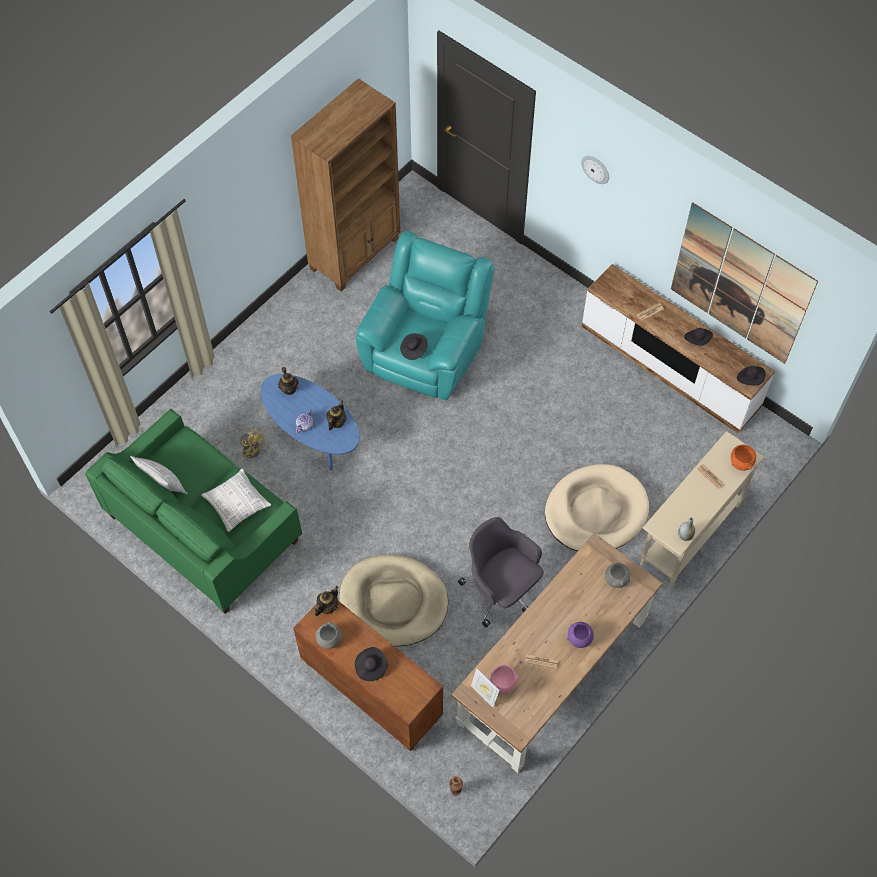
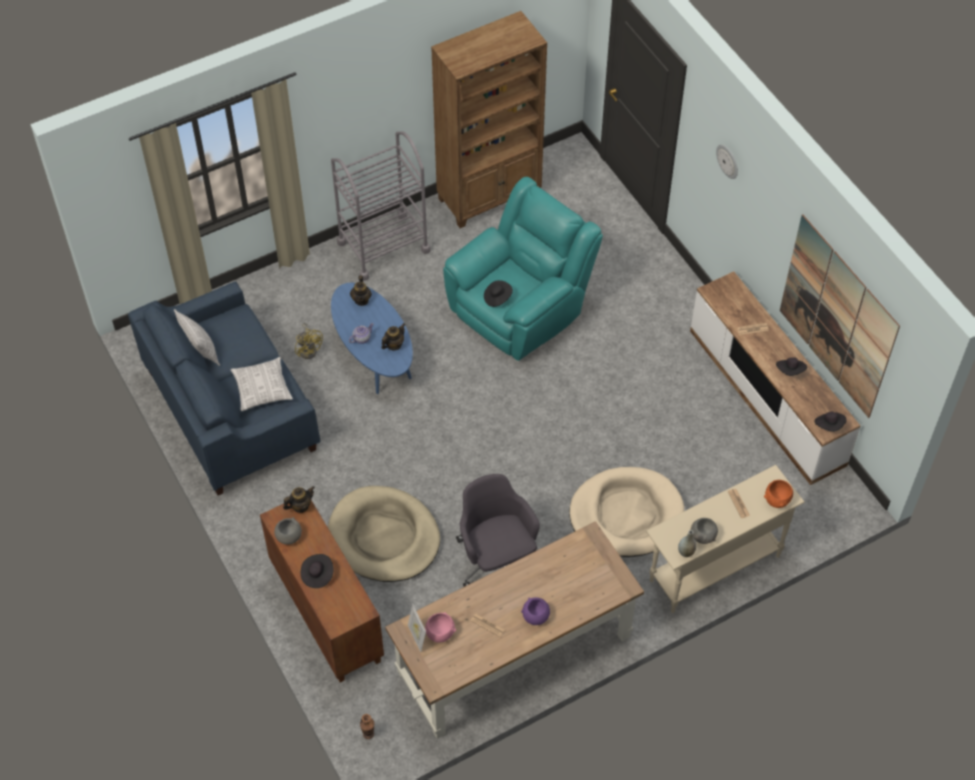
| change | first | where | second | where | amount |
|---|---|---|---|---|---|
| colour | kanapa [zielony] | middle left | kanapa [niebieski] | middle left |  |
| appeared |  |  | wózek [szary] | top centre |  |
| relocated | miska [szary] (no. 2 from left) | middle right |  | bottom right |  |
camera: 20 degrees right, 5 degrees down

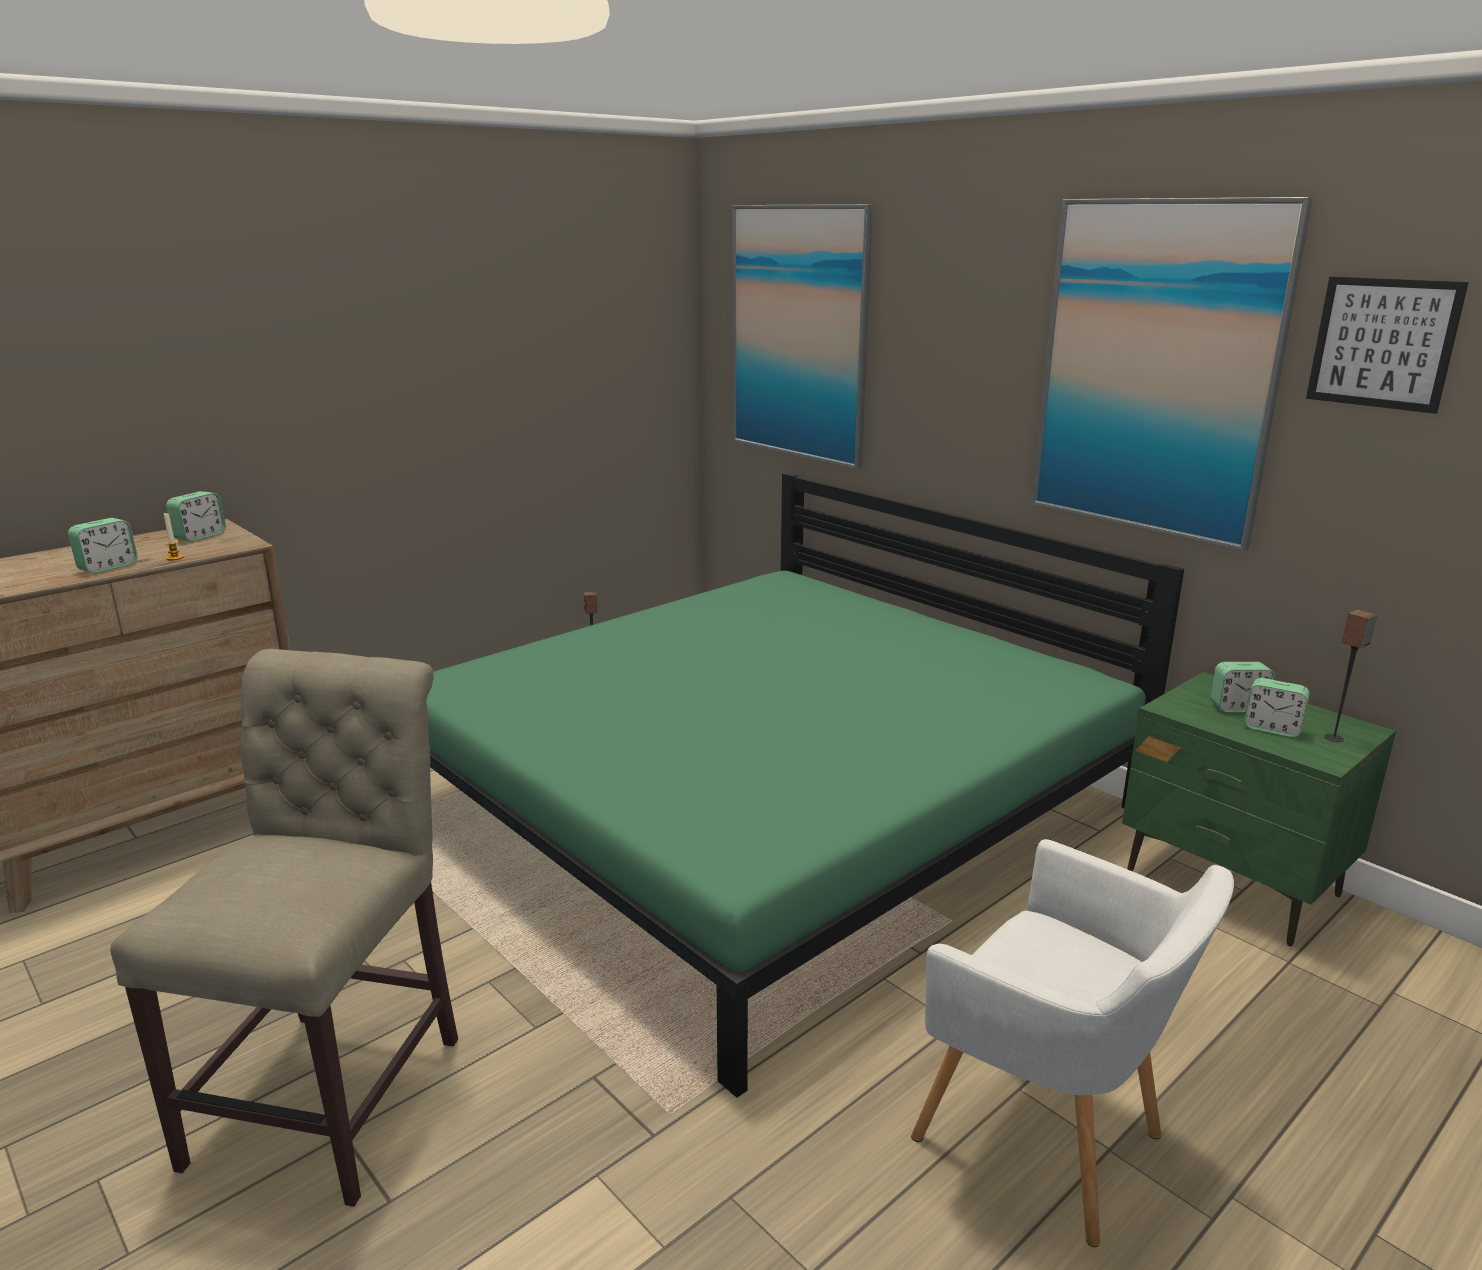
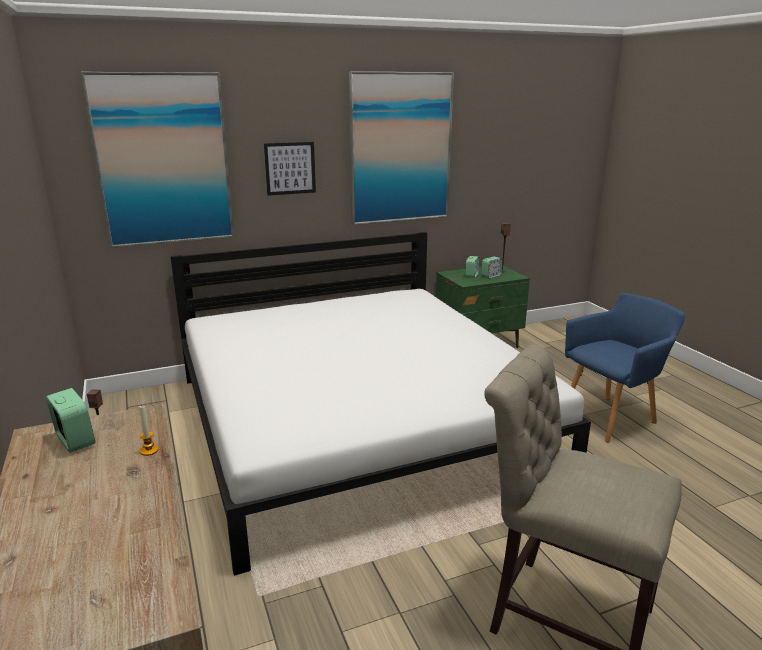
| change | first | where | second | where | amount |
|---|---|---|---|---|---|
| colour | łóżko [zielony] | centre | łóżko [biały] | centre |  |
| relocated | obraz (no. 3 from left in the first image) | top right | obraz (no. 2 from left) | top centre |  |
| colour | fotel [biały] | bottom right | fotel [niebieski] | middle right |  |
| missing | budzik (no. 1 from left) | middle left |  |  |  |
camera: 70 degrees left, 0 degrees up

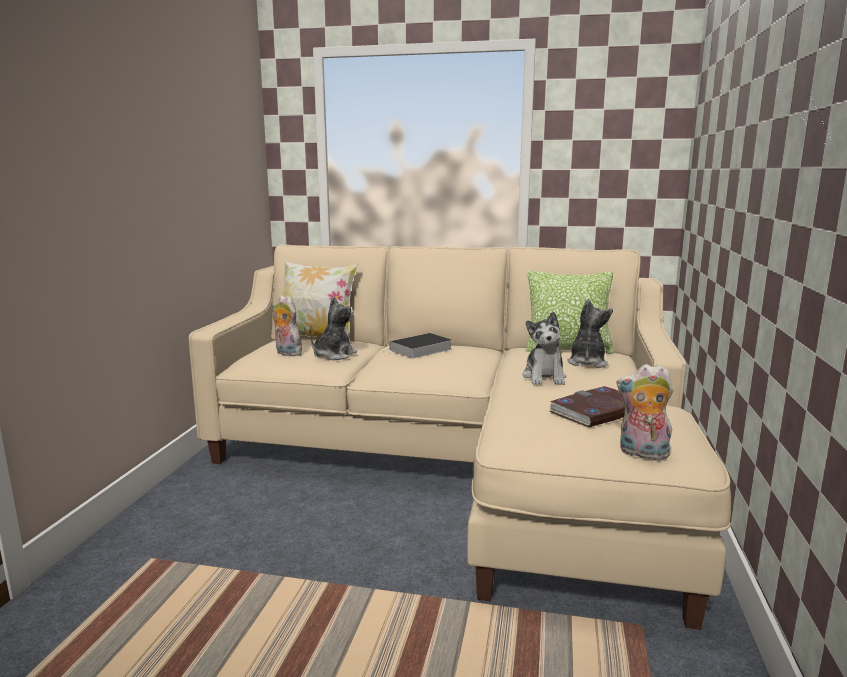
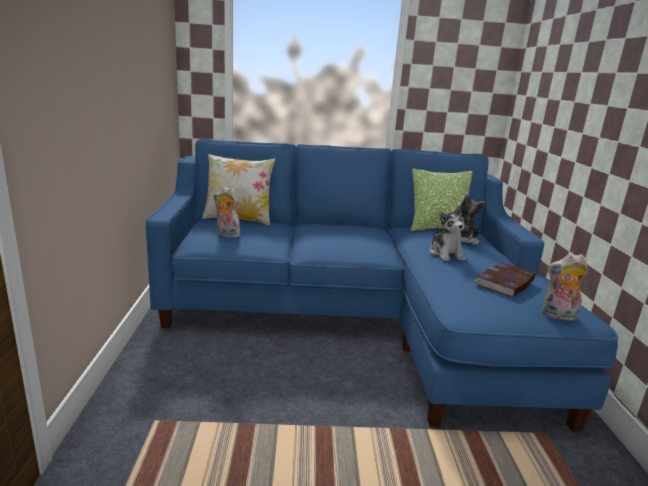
| change | first | where | second | where | amount |
|---|---|---|---|---|---|
| colour | kanapa [beżowy] | centre | kanapa [niebieski] | centre |  |
| missing | pluszak (no. 2 from left) | centre |  |  |  |
| missing | książka (no. 1 from left) | centre |  |  |  |
camera: 15 degrees left, 5 degrees up

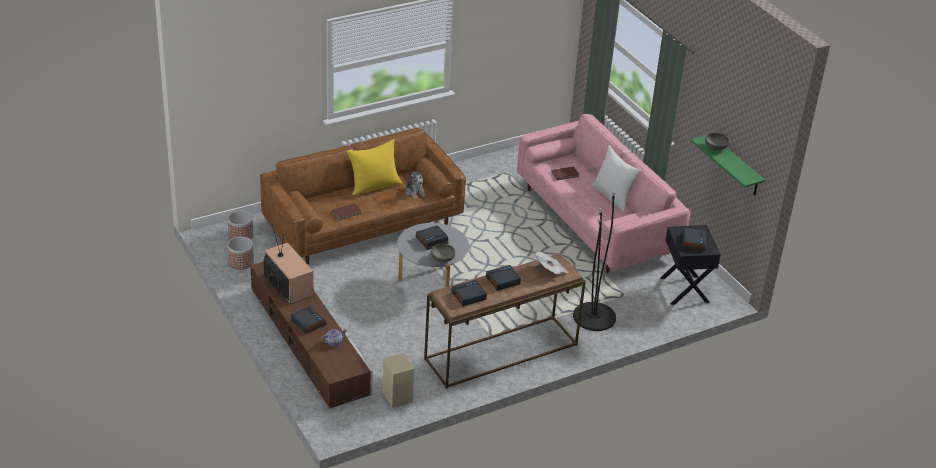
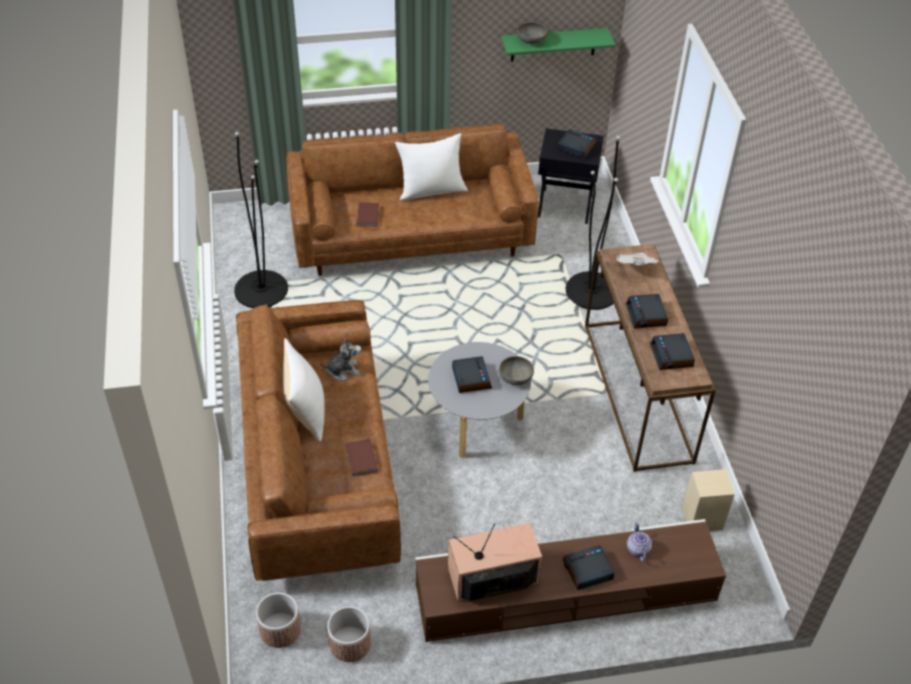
| change | first | where | second | where | amount |
|---|---|---|---|---|---|
| appeared |  |  | lampa stojąca [czarny] (no. 1 from left) | top left |  |
| colour | poduszka [żółty] | centre | poduszka [biały] (no. 1 from left) | centre |  |
| colour | kanapa [różowy] | centre | kanapa [brązowy] (no. 2 from left) | top centre |  |
camera: 70 degrees left, 10 degrees up

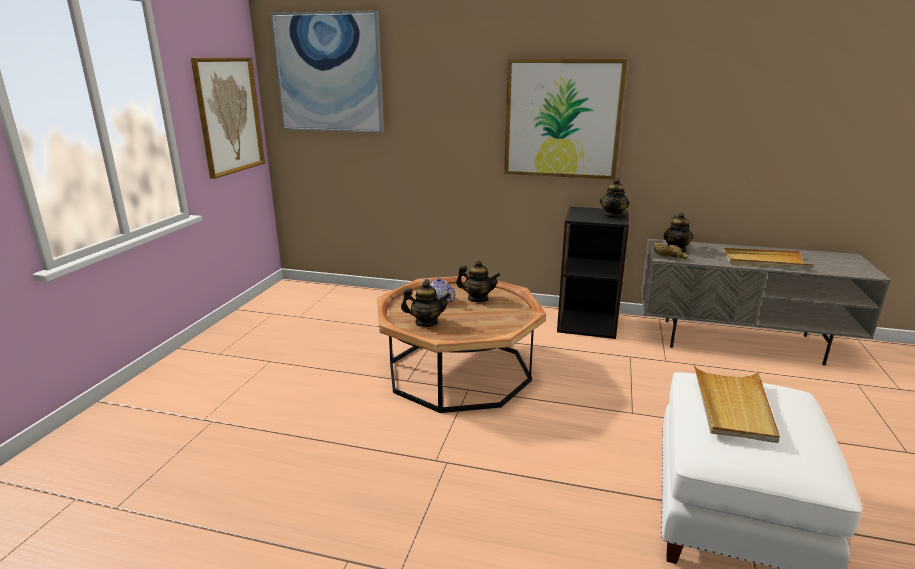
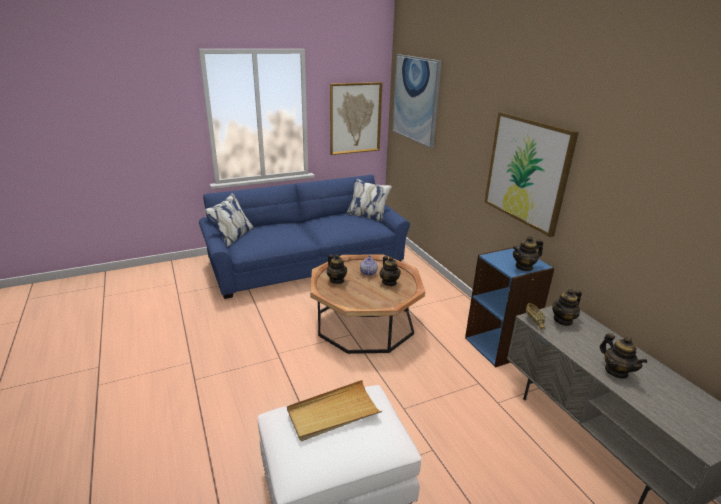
| change | first | where | second | where | amount |
|---|---|---|---|---|---|
| appeared |  |  | kanapa [niebieski] | centre |  |
| colour | regał [czarny] | centre | regał [niebieski] | middle right |  |
| exchanged | taca [beżowy] (no. 2 from left) | middle right | imbryk (no. 6 from left) | bottom right |  |
camera: 50 degrees right, 5 degrees up

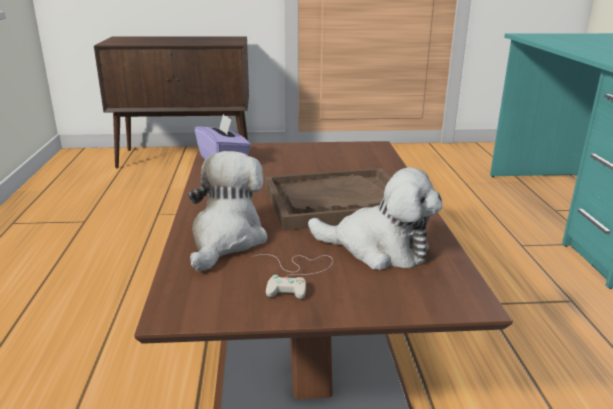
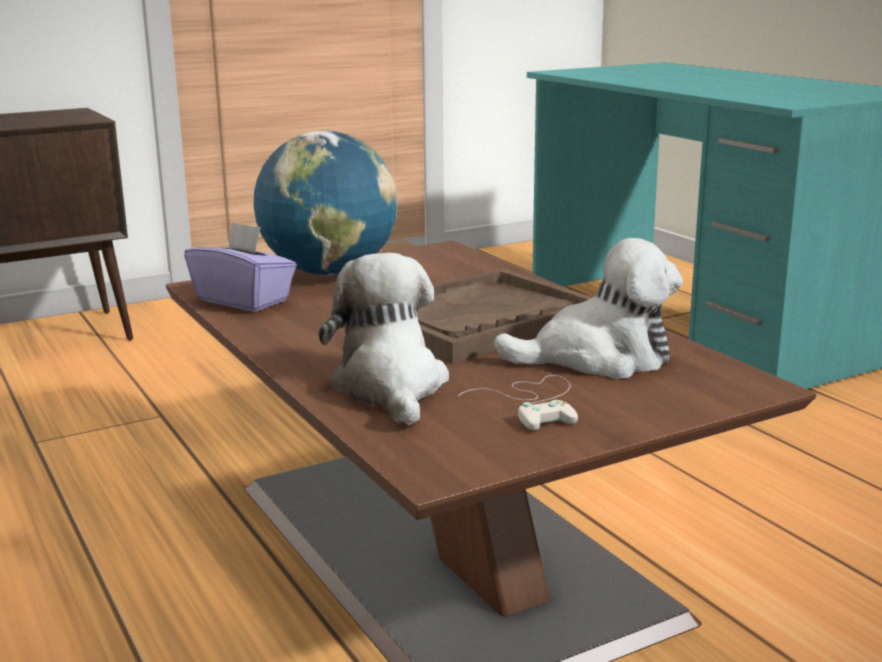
| change | first | where | second | where | amount |
|---|---|---|---|---|---|
| appeared |  |  | globus | top centre |  |
camera: 25 degrees left, 5 degrees down

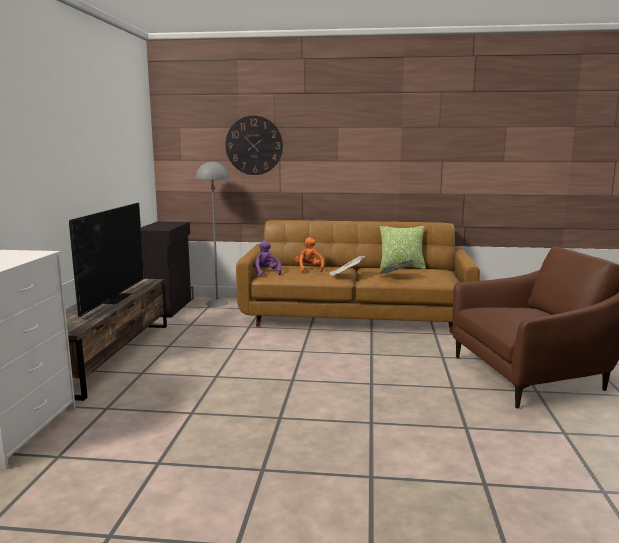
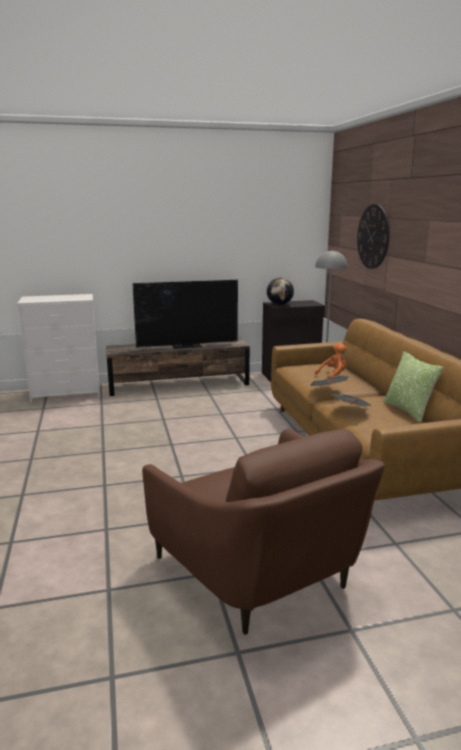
| change | first | where | second | where | amount |
|---|---|---|---|---|---|
| appeared |  |  | globus | centre |  |
| missing | pluszak [fioletowy] | centre |  |  |  |
camera: 70 degrees right, 5 degrees up

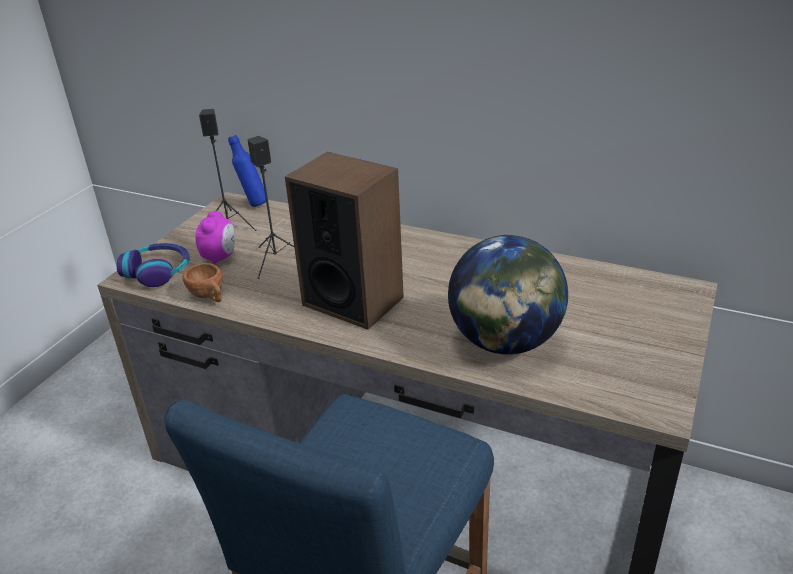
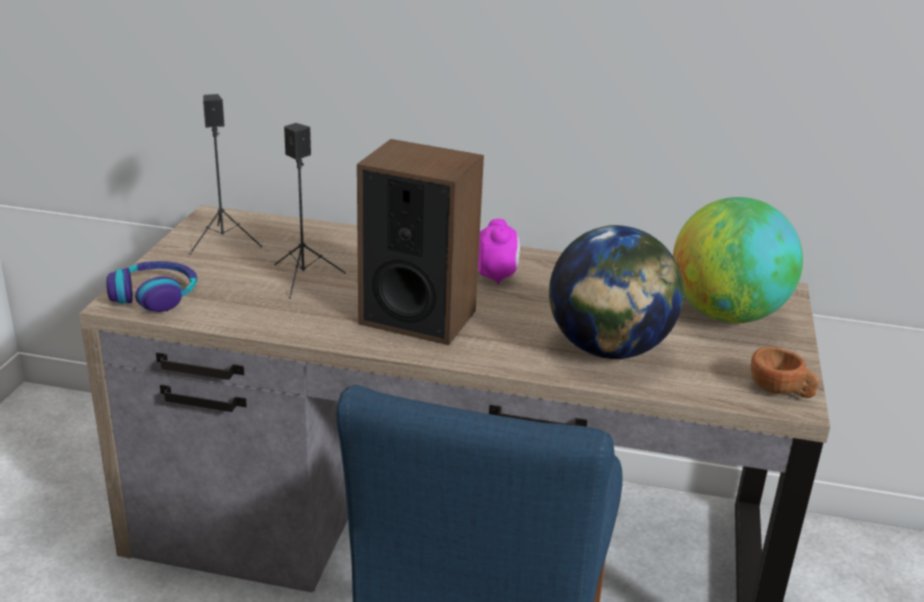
| change | first | where | second | where | amount |
|---|---|---|---|---|---|
| relocated | budzik | middle left |  | centre |  |
| appeared |  |  | globus (no. 2 from left) | middle right |  |
| relocated | filiżanka [brązowy] | middle left |  | middle right |  |
| missing | butelka [niebieski] | top left |  |  |  |
camera: 15 degrees left, 5 degrees down

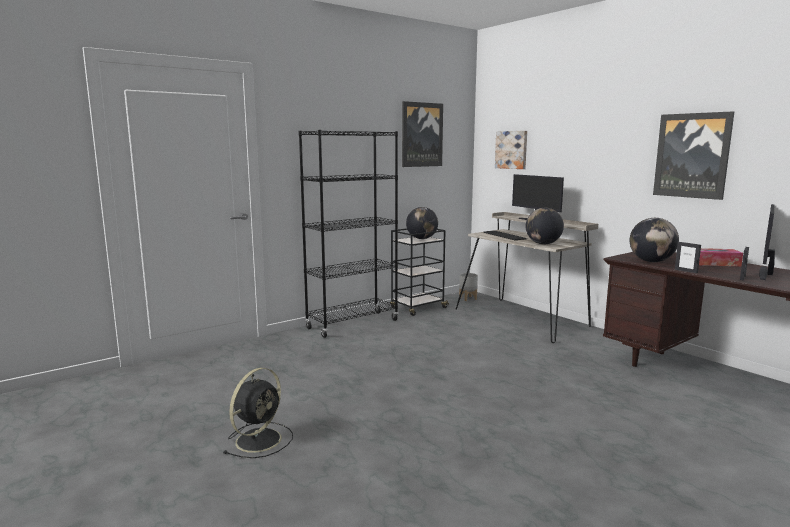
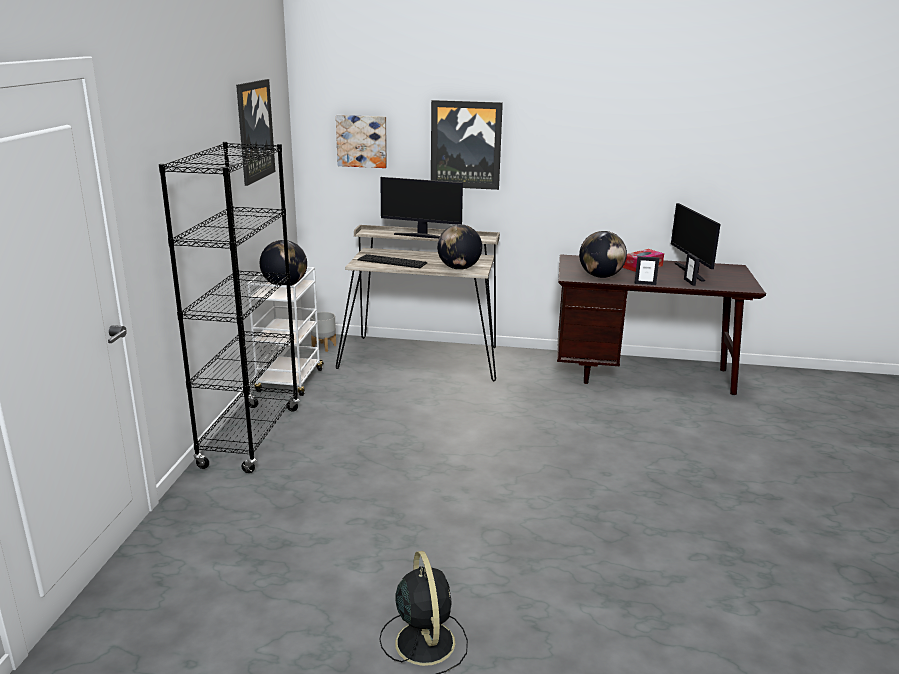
| change | first | where | second | where | amount |
|---|---|---|---|---|---|
| colour | wózek [czarny] | centre | wózek [biały] | middle left |  |
| relocated | obraz (no. 3 from left) | top right |  | top centre |  |
camera: 45 degrees left, 10 degrees up

